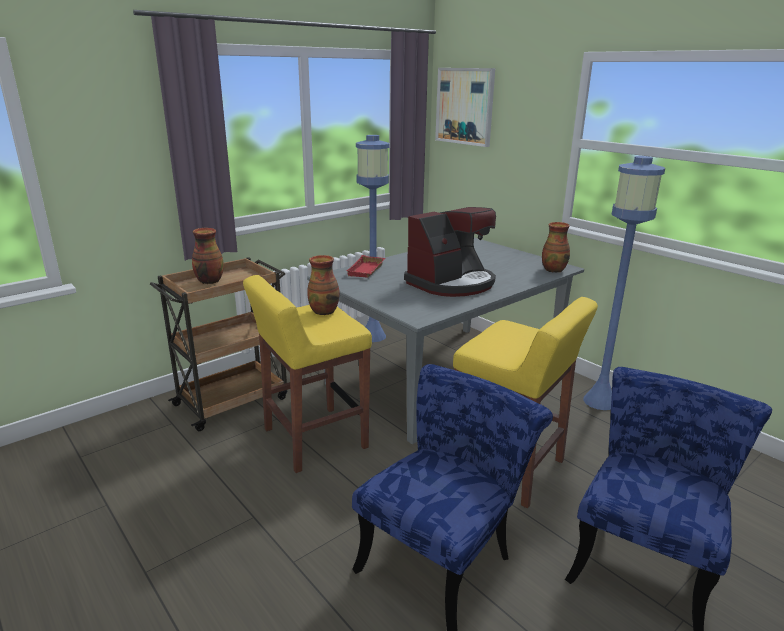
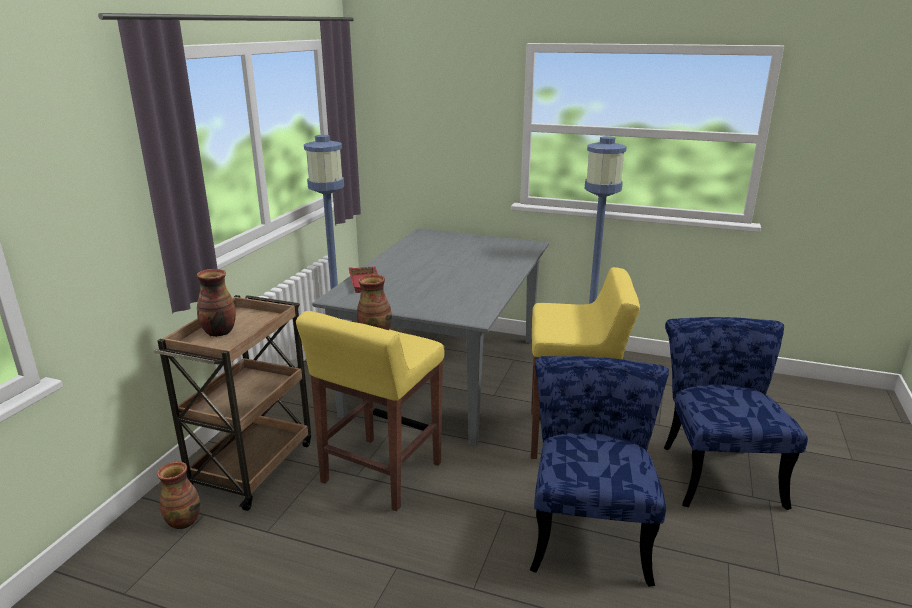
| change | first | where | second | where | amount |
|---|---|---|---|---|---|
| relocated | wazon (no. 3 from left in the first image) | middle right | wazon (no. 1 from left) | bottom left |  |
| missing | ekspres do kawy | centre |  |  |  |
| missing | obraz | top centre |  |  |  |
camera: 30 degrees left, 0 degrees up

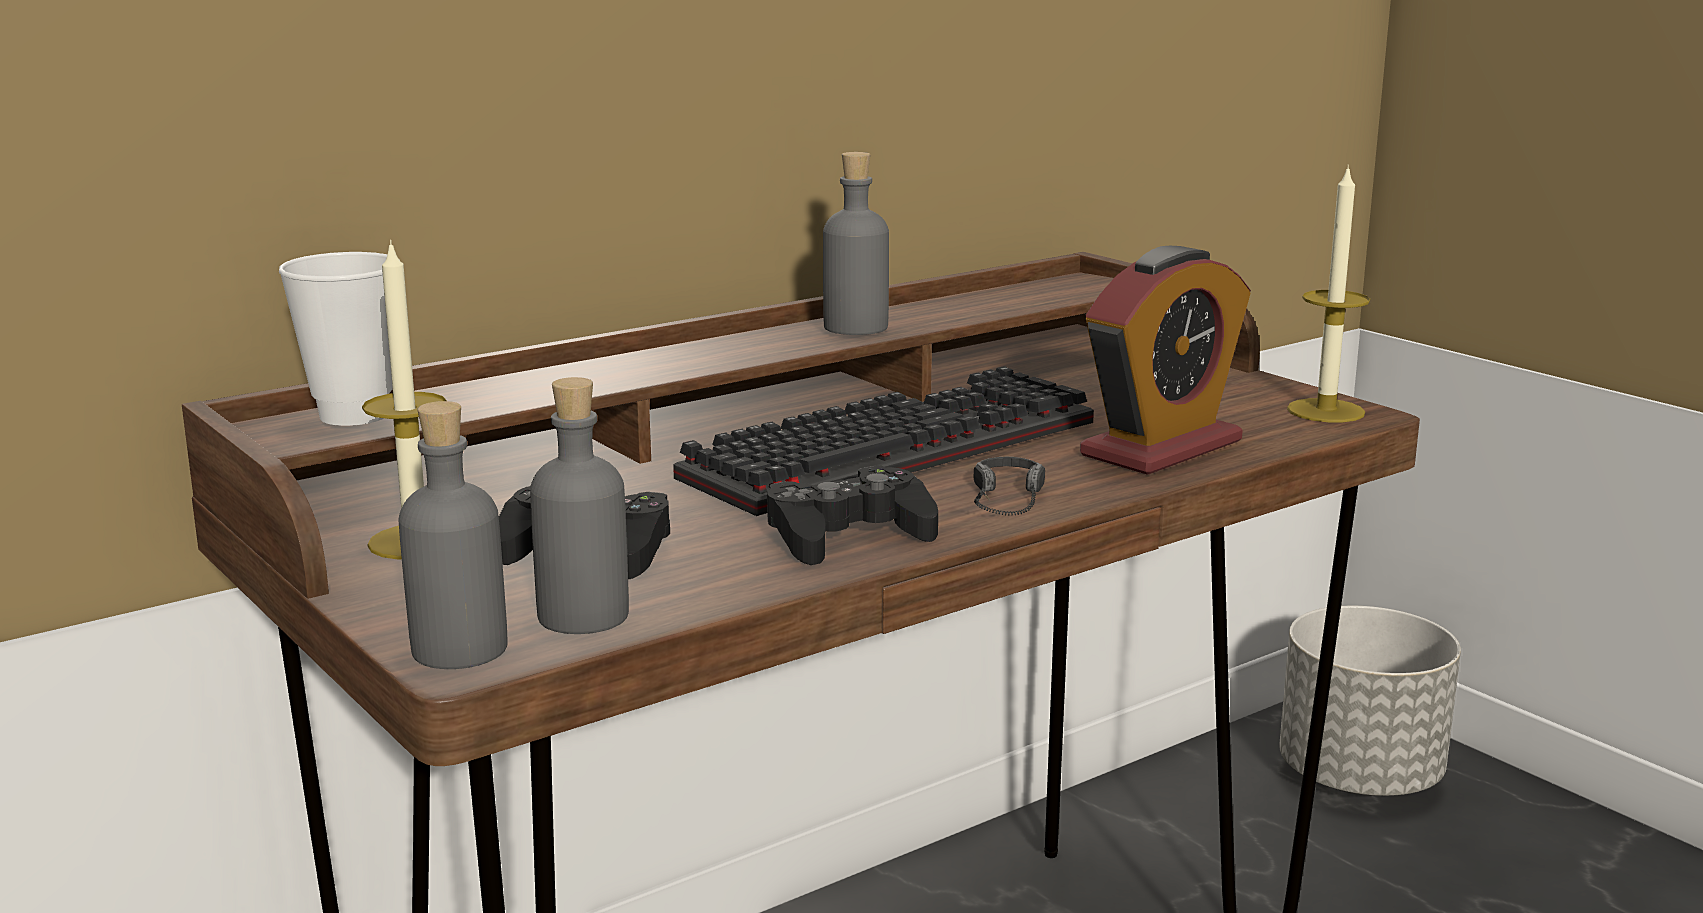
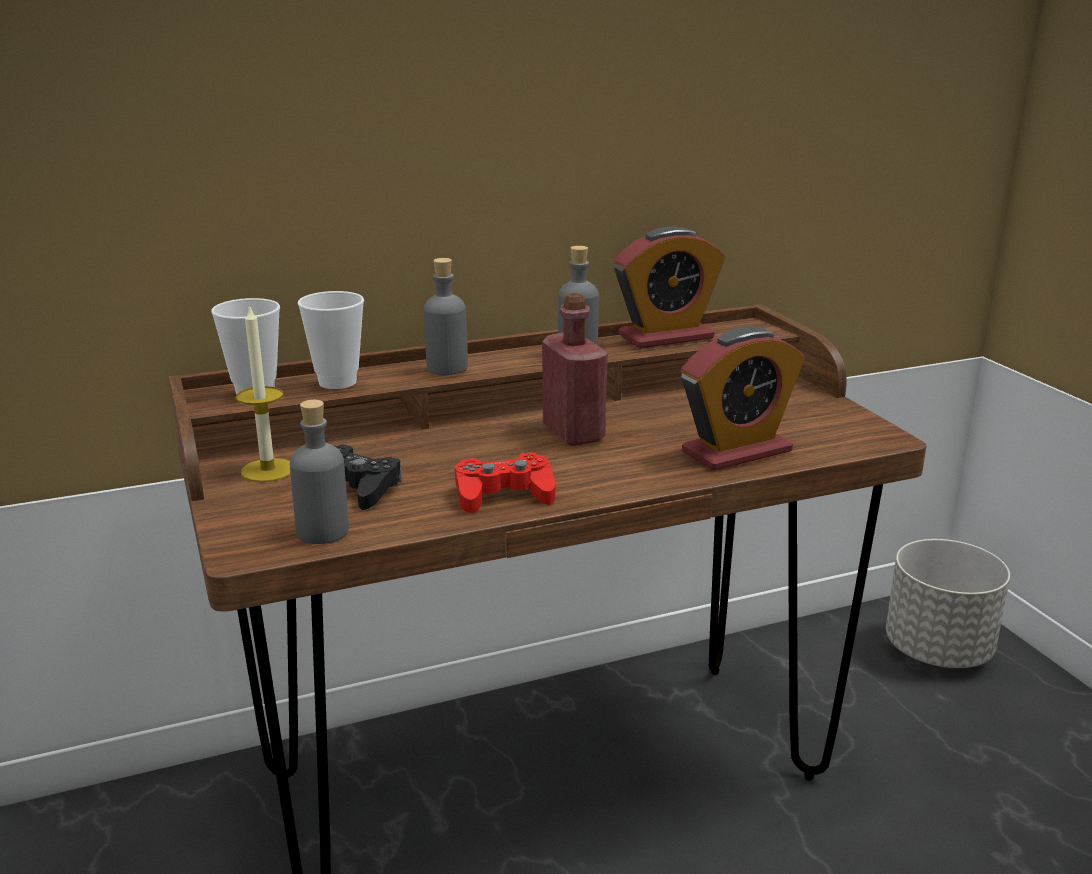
| change | first | where | second | where | amount |
|---|---|---|---|---|---|
| appeared |  |  | filiżanka (no. 2 from left) | middle left |  |
| relocated | butelka [szary] (no. 1 from left in the first image) | middle left | butelka [szary] (no. 2 from left) | centre |  |
| colour | pad do gier [czarny] (no. 2 from left) | centre | pad do gier [czerwony] | centre |  |
| exchanged | klawiatura | centre | butelka [czerwony] | centre |  |
| appeared |  |  | budzik (no. 1 from left) | top centre |  |
| missing | słuchawki | centre |  |  |  |
| missing | świeca (no. 2 from left) | top right |  |  |  |
camera: 15 degrees right, 5 degrees up

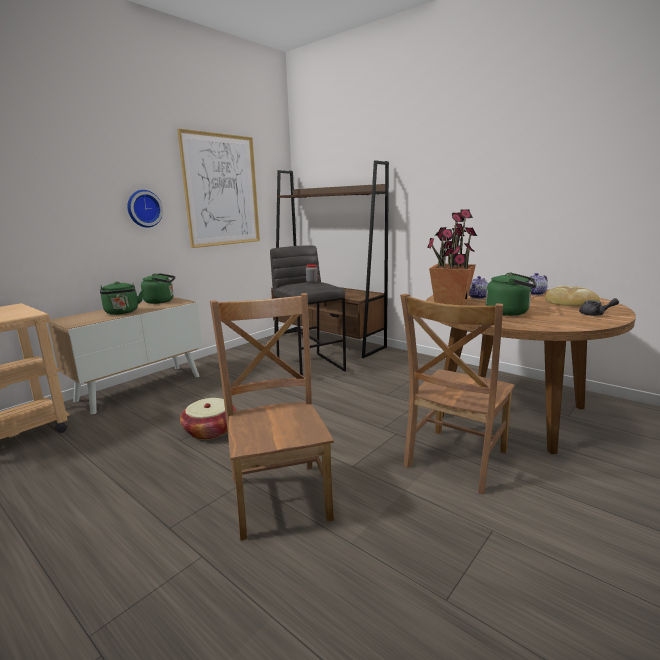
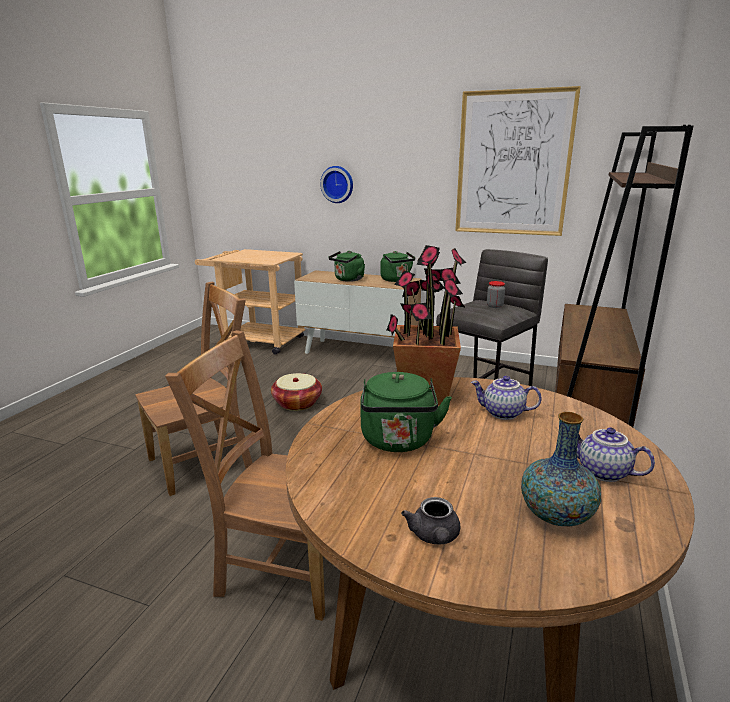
| change | first | where | second | where | amount |
|---|---|---|---|---|---|
| relocated | zegar ścienny | top left |  | top centre |  |
| exchanged | chleb | middle right | wazon | bottom right |  |
camera: 70 degrees right, 5 degrees up

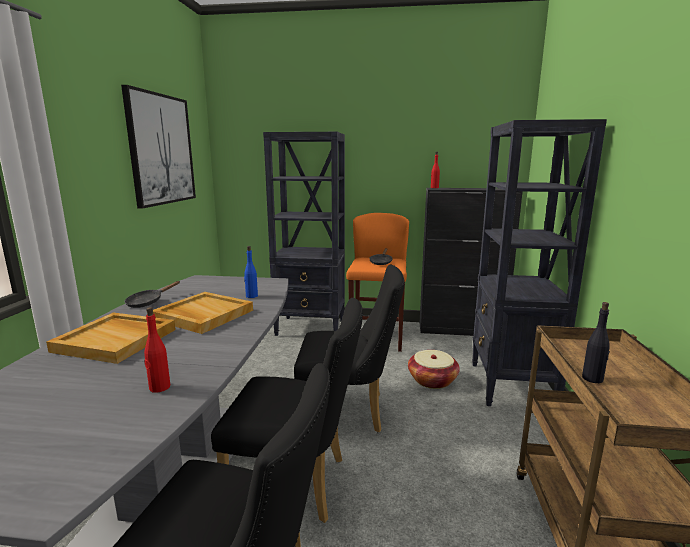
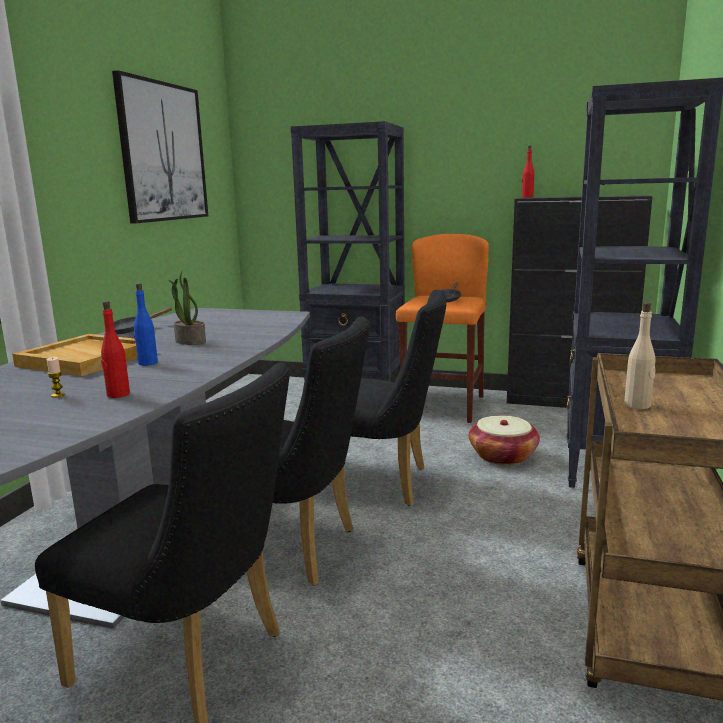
| change | first | where | second | where | amount |
|---|---|---|---|---|---|
| appeared |  |  | świeca | middle left |  |
| relocated | butelka [niebieski] | centre |  | middle left |  |
| exchanged | taca [beżowy] (no. 2 from left) | middle left | roślina doniczkowa | middle left |  |
| colour | butelka [czarny] | middle right | butelka [beżowy] | middle right |  |
camera: 10 degrees right, 0 degrees up

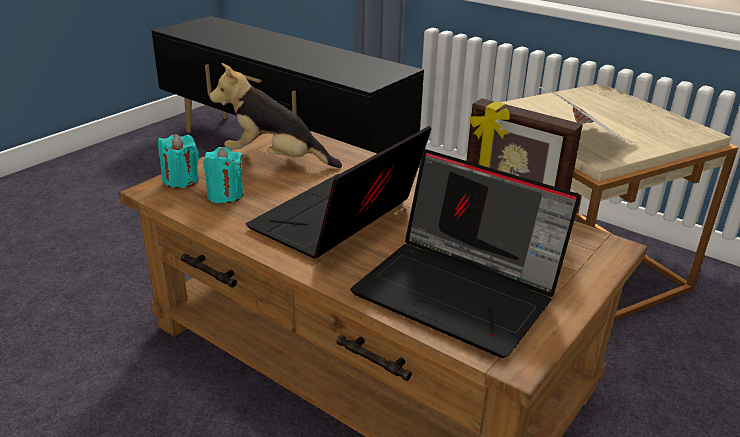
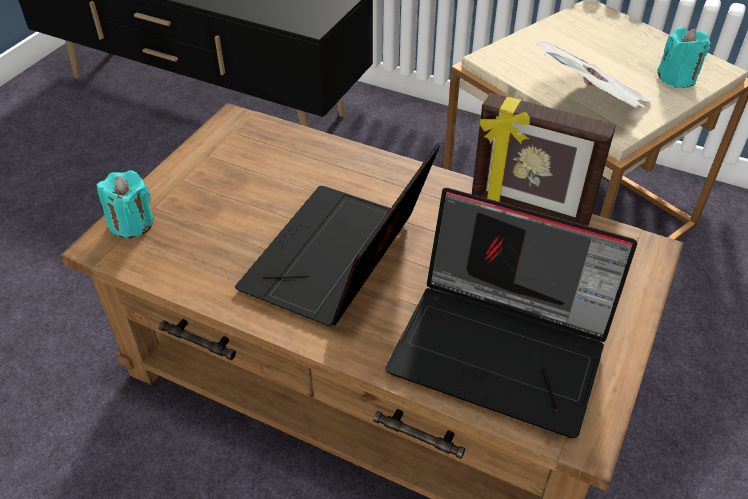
| change | first | where | second | where | amount |
|---|---|---|---|---|---|
| relocated | świeca [turkusowy] (no. 2 from left) | middle left |  | top right |  |
| missing | pluszak | top centre |  |  |  |
camera: 10 degrees left, 15 degrees up

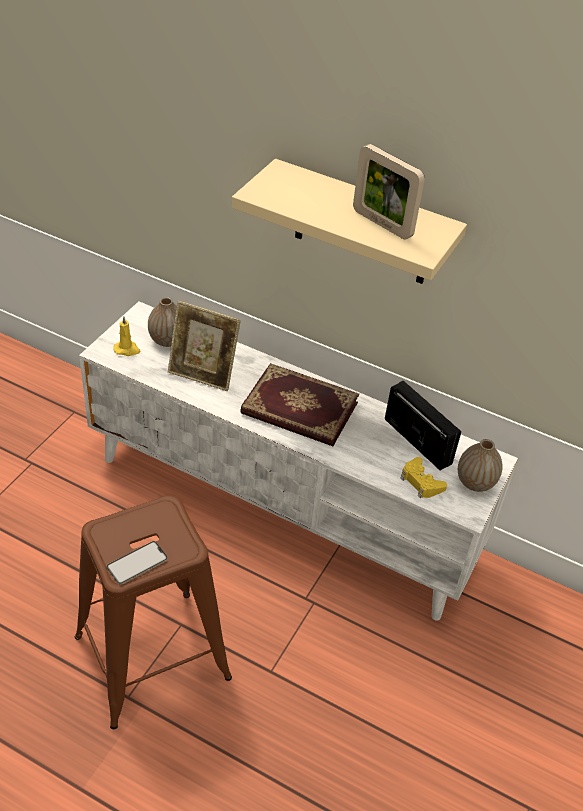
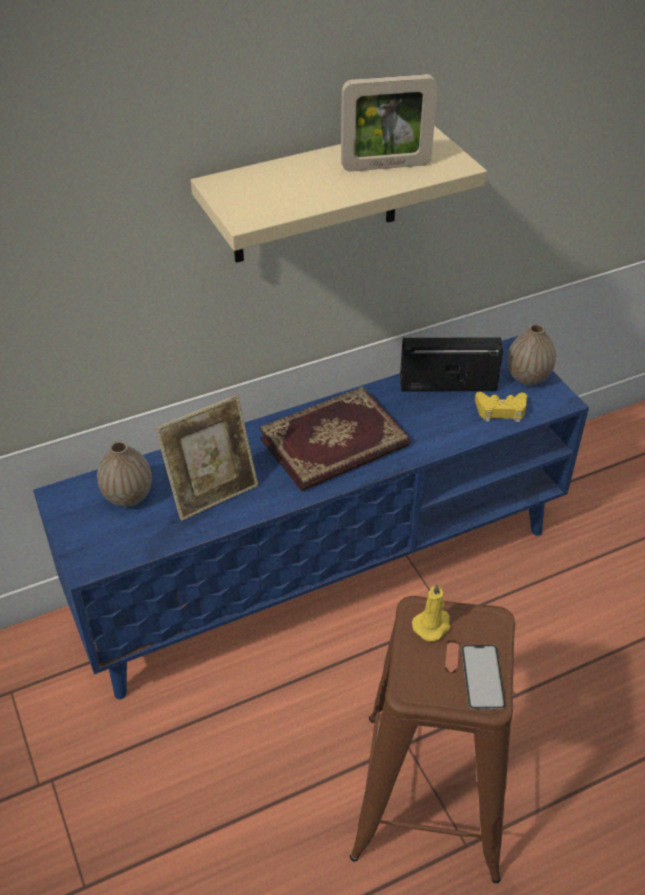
| change | first | where | second | where | amount |
|---|---|---|---|---|---|
| colour | szafka pod telewizor [biały] | centre | szafka pod telewizor [niebieski] | centre |  |
| relocated | świeca [żółty] | middle left |  | bottom right |  |
camera: 50 degrees left, 0 degrees up

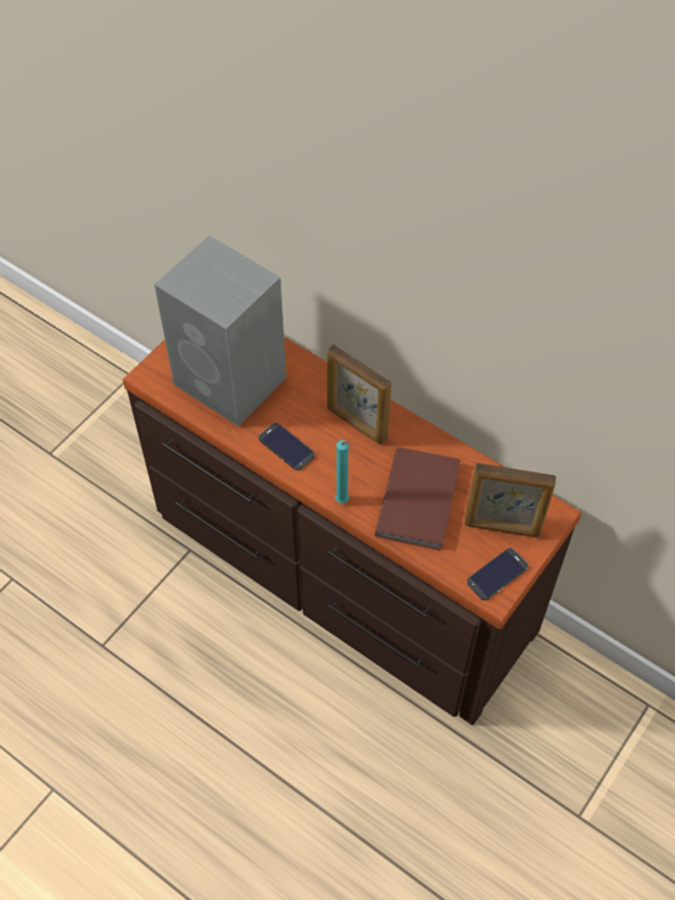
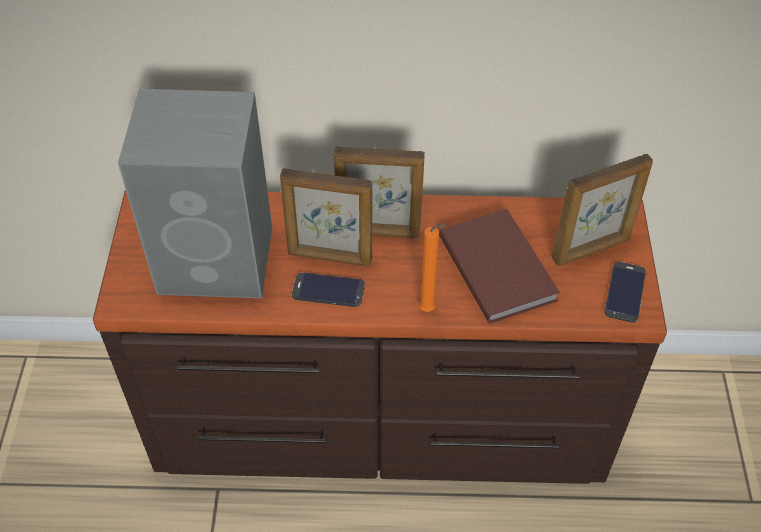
| change | first | where | second | where | amount |
|---|---|---|---|---|---|
| appeared |  |  | ramka na zdjęcie (no. 1 from left) | centre |  |
| colour | świeca [turkusowy] | centre | świeca [pomarańczowy] | centre |  |
camera: 35 degrees left, 5 degrees down

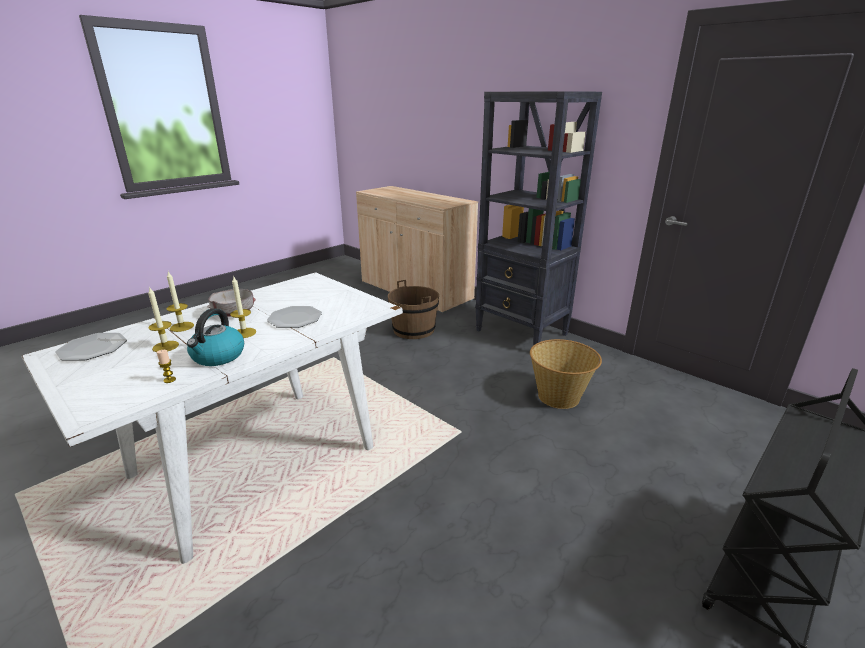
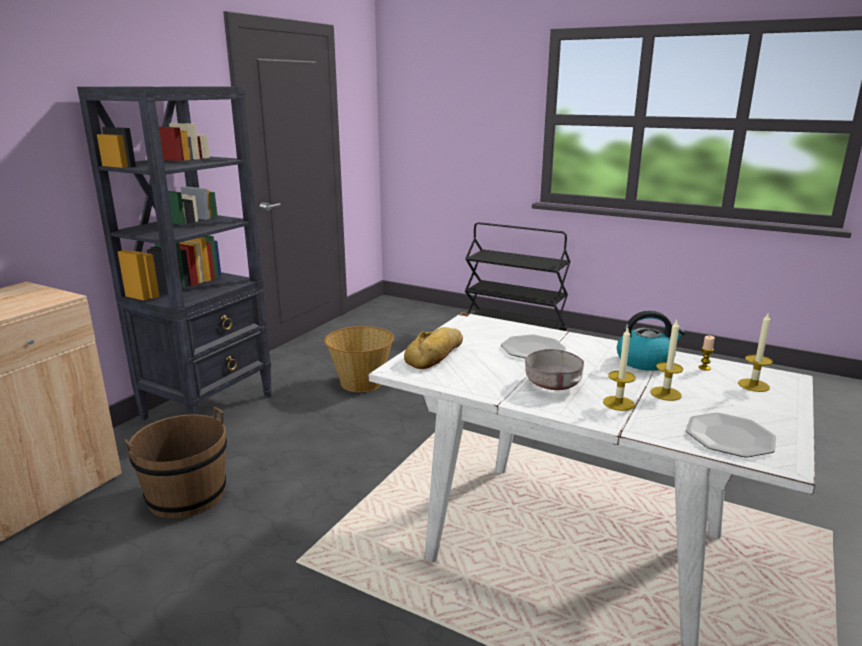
| change | first | where | second | where | amount |
|---|---|---|---|---|---|
| appeared |  |  | chleb | centre |  |
| relocated | świeca (no. 4 from left) | middle left |  | middle right |  |
camera: 105 degrees left, 5 degrees down

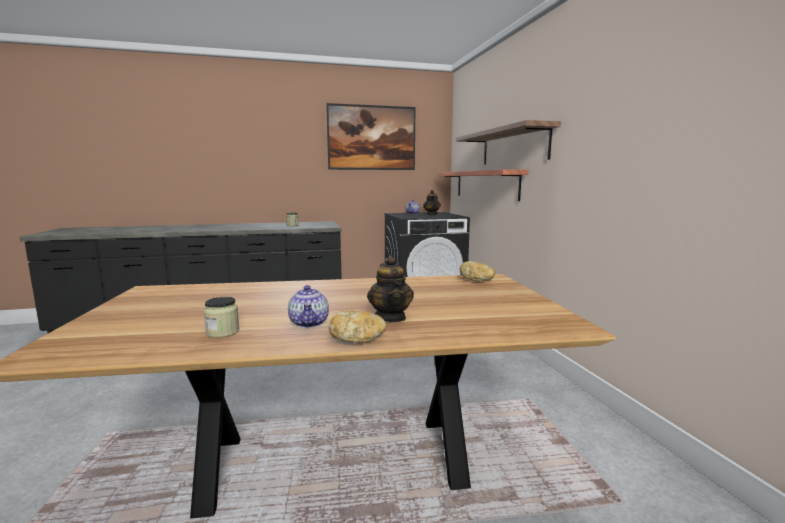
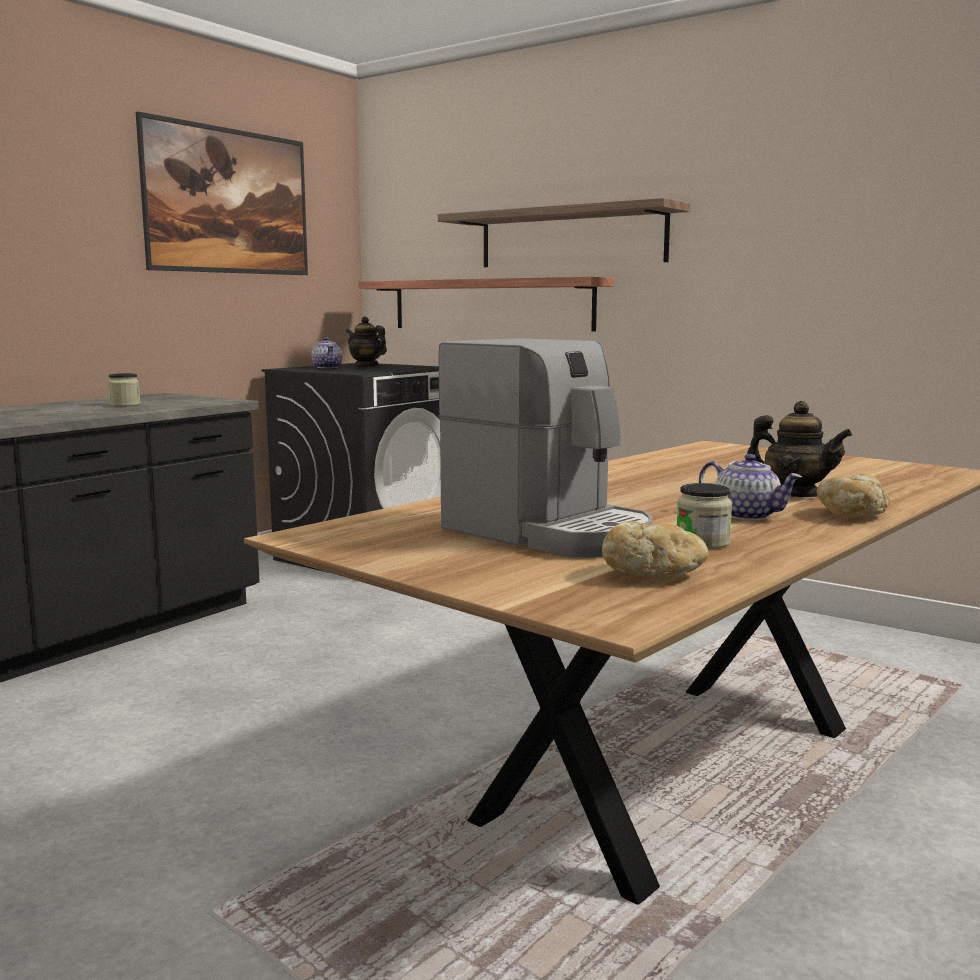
| change | first | where | second | where | amount |
|---|---|---|---|---|---|
| appeared |  |  | ekspres do kawy | centre |  |
| relocated | chleb (no. 2 from left in the first image) | centre | chleb (no. 1 from left) | middle right |  |
camera: 40 degrees left, 0 degrees up

